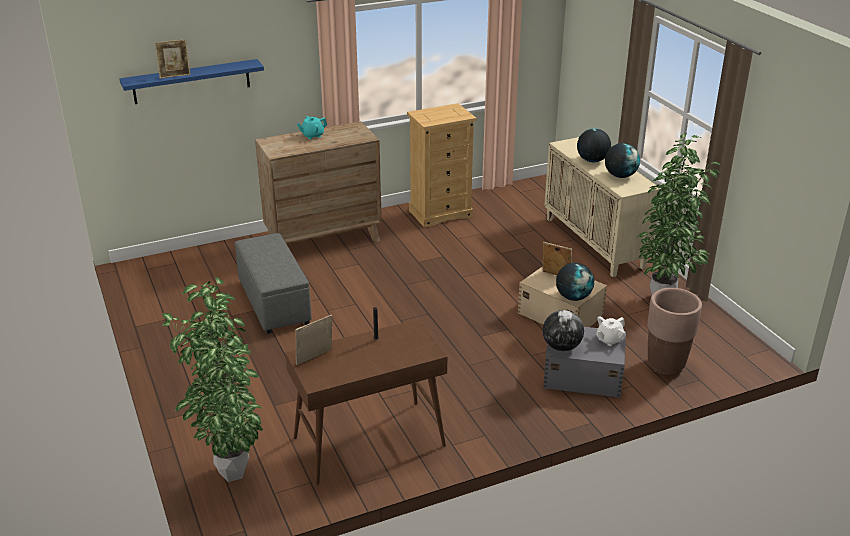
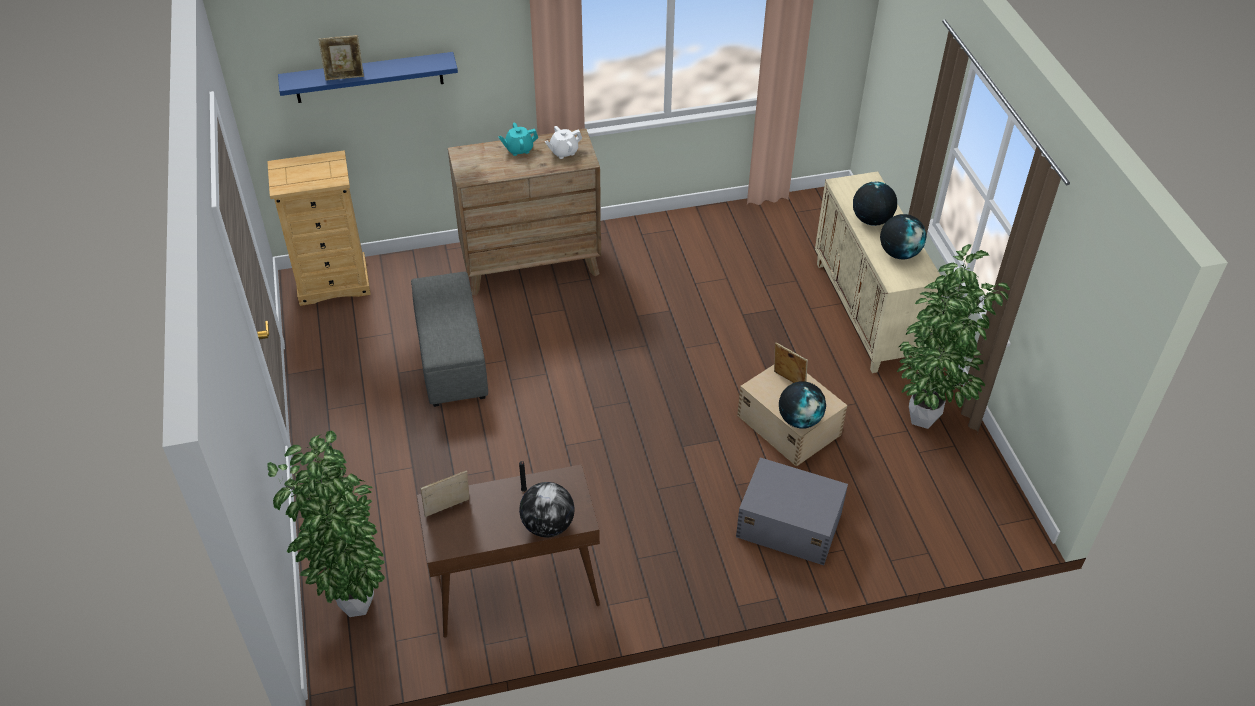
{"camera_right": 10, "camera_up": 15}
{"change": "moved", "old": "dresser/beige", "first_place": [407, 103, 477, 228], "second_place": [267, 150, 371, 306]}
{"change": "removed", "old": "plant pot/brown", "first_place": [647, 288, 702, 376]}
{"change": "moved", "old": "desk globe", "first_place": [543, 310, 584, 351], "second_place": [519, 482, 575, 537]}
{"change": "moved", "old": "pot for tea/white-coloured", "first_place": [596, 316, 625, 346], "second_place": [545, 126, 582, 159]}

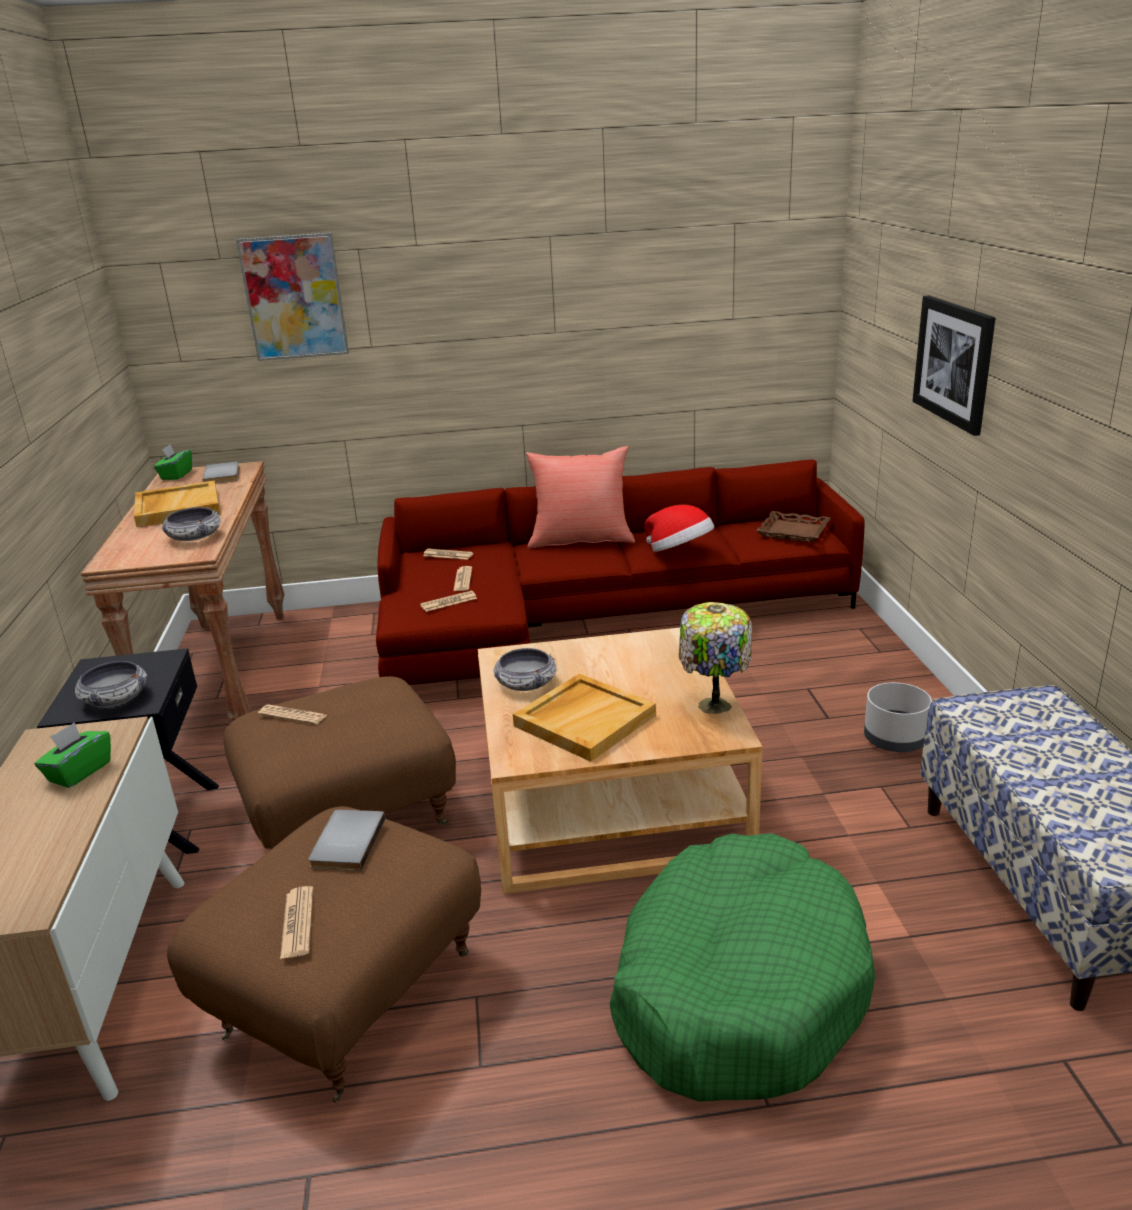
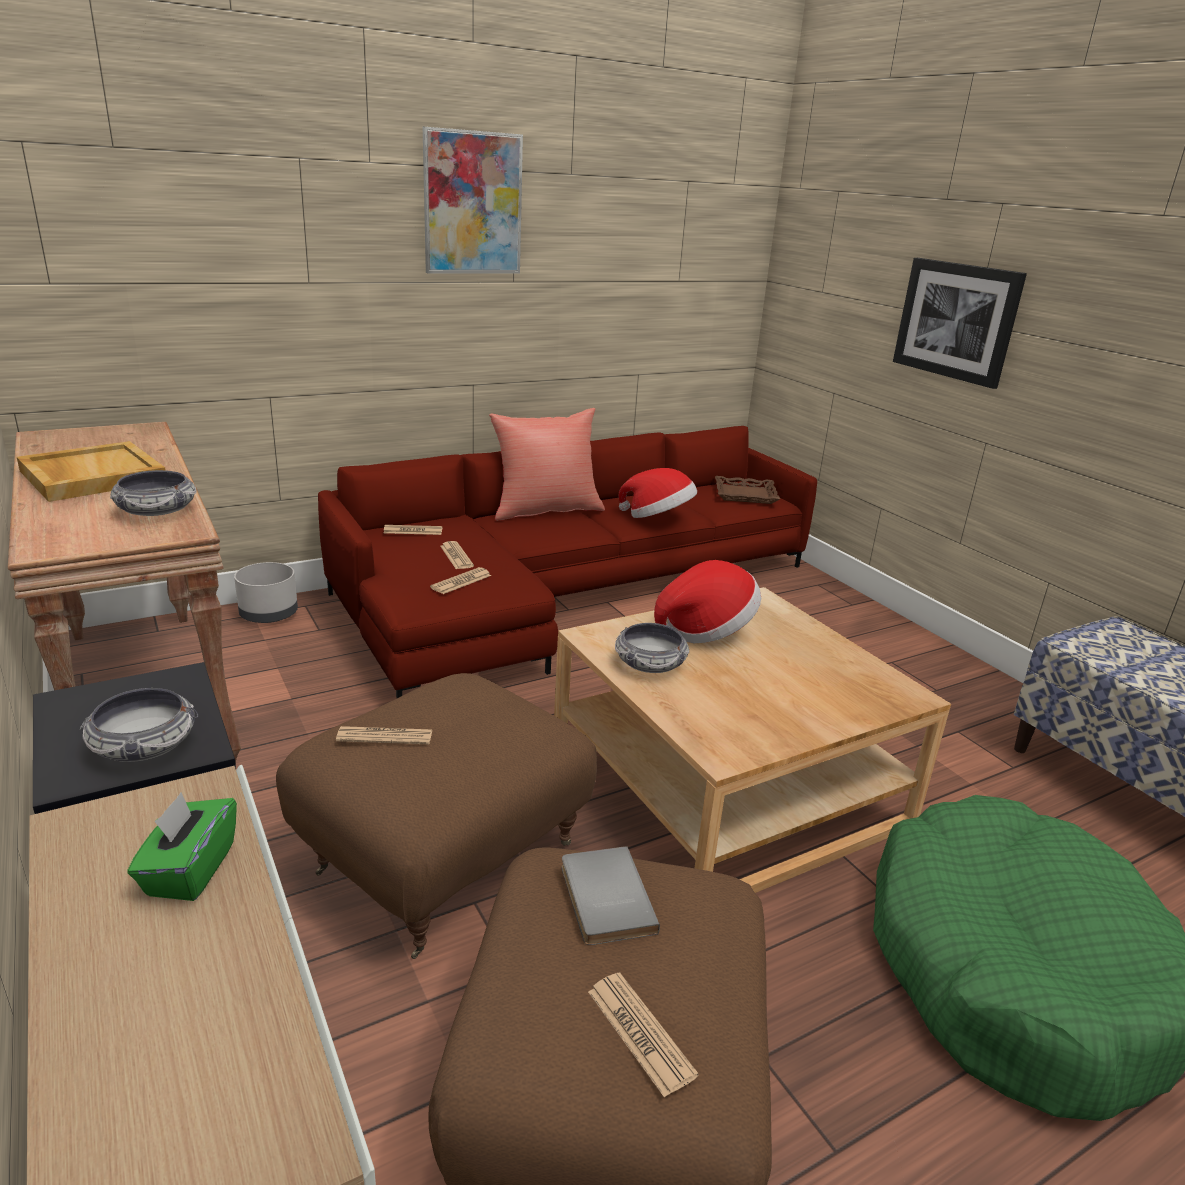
{"camera_right": -25, "camera_up": 0}
{"change": "moved", "old": "wall picture", "first_place": [236, 233, 349, 361], "second_place": [423, 127, 523, 274]}
{"change": "removed", "old": "tissue box/green", "first_place": [154, 444, 192, 480]}
{"change": "removed", "old": "volume/greyish", "first_place": [203, 461, 240, 484]}
{"change": "removed", "old": "lamp for a table", "first_place": [679, 602, 752, 714]}
{"change": "removed", "old": "tray/beige", "first_place": [513, 673, 656, 762]}
{"change": "moved", "old": "plant pot/greyish", "first_place": [864, 682, 932, 752], "second_place": [234, 562, 298, 623]}
{"change": "added", "new": "wearable hat", "second_place": [654, 560, 761, 643]}

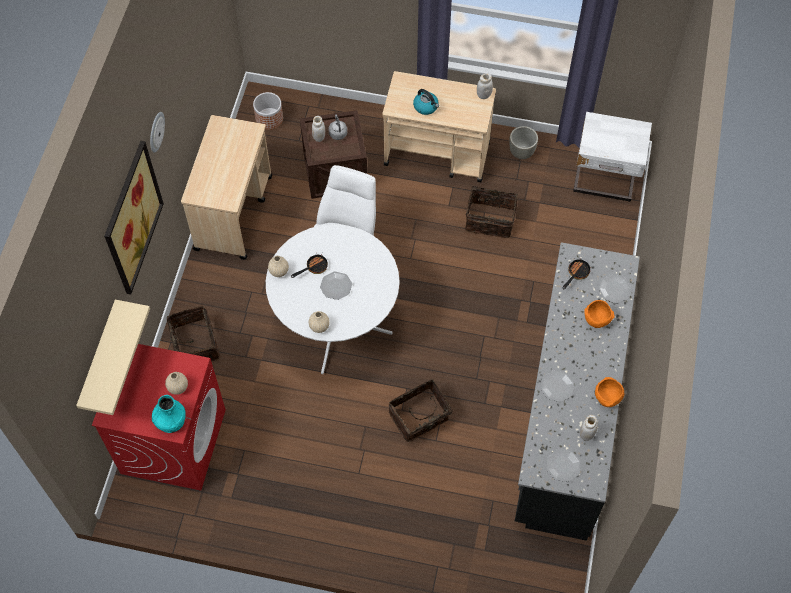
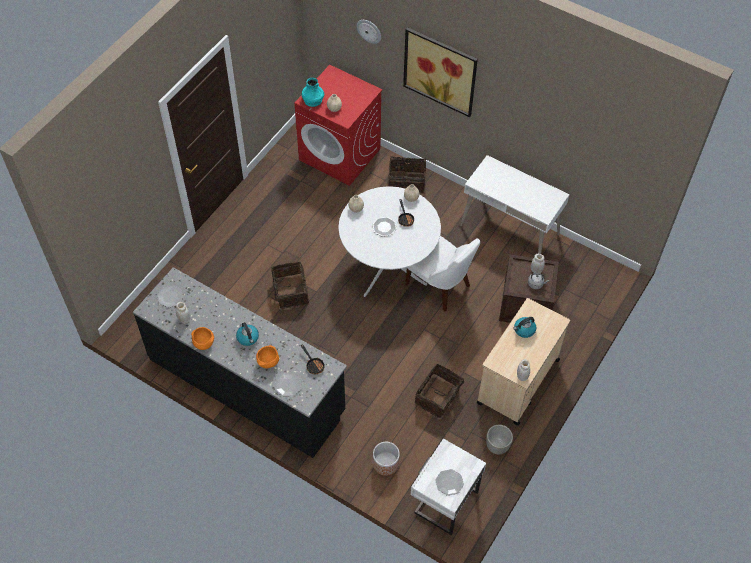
{"camera_right": 110, "camera_up": -5}
{"change": "moved", "old": "plant pot", "first_place": [253, 92, 283, 130], "second_place": [373, 442, 400, 476]}
{"change": "moved", "old": "hanging clock", "first_place": [150, 112, 165, 153], "second_place": [357, 20, 381, 44]}
{"change": "replaced", "old": "trolley/beige", "new": "desk table/white-coloured", "first_place": [181, 115, 272, 260], "second_place": [460, 155, 570, 254]}
{"change": "removed", "old": "shelf/beige", "first_place": [76, 300, 150, 415]}
{"change": "moved", "old": "flat dish", "first_place": [540, 371, 575, 402], "second_place": [435, 469, 464, 496]}
{"change": "added", "new": "kettle", "second_place": [236, 322, 259, 346]}

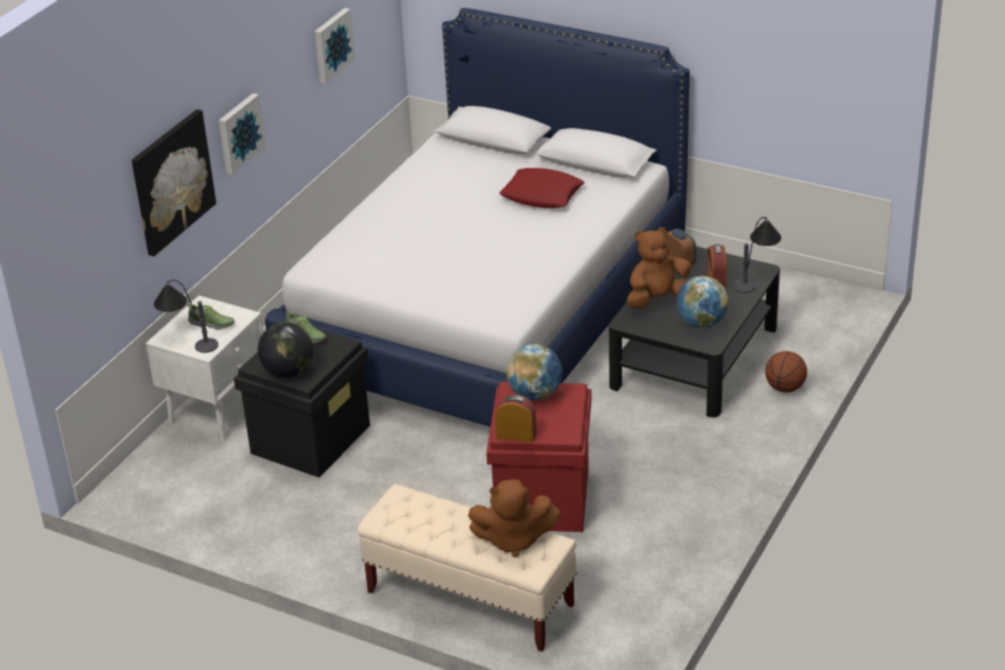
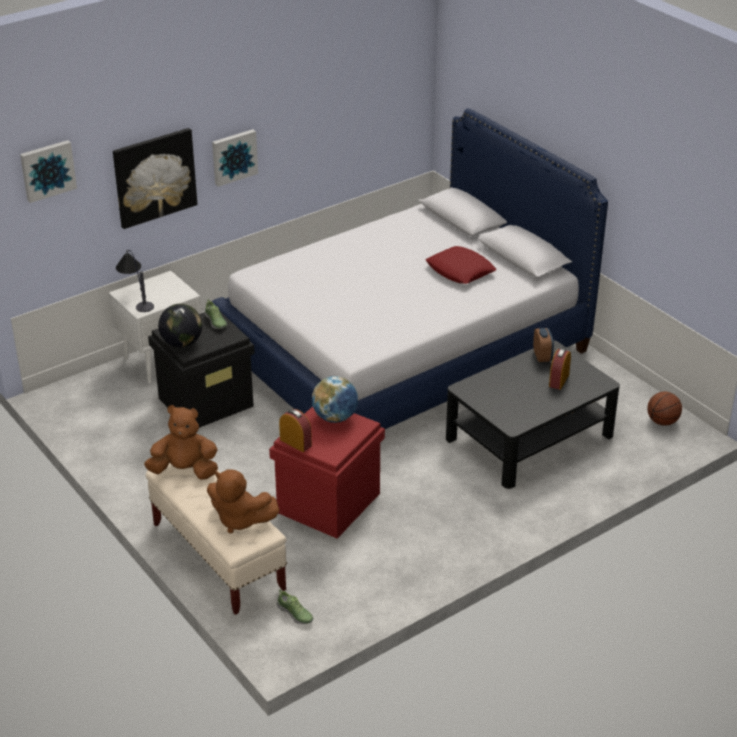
{"camera_right": 25, "camera_up": 0}
{"change": "moved", "old": "wall picture", "first_place": [315, 8, 355, 84], "second_place": [20, 140, 77, 203]}
{"change": "removed", "old": "lamp for a table", "first_place": [734, 217, 781, 293]}
{"change": "moved", "old": "cuddly toy/brown", "first_place": [627, 227, 691, 308], "second_place": [144, 405, 218, 480]}
{"change": "removed", "old": "desk globe", "first_place": [676, 276, 729, 328]}
{"change": "moved", "old": "shoe", "first_place": [187, 304, 235, 330], "second_place": [277, 589, 313, 624]}
{"change": "moved", "old": "ball for basketball", "first_place": [765, 351, 807, 393], "second_place": [647, 392, 682, 426]}

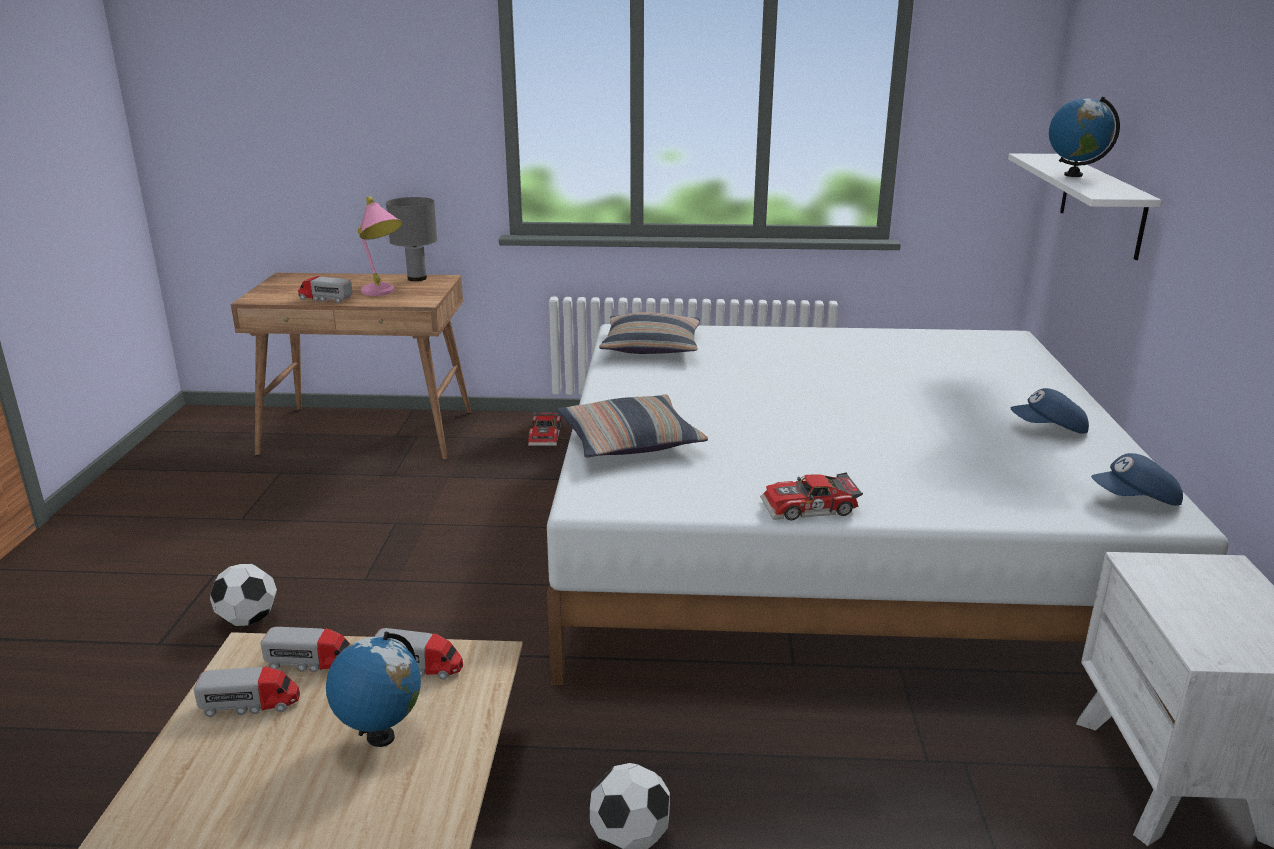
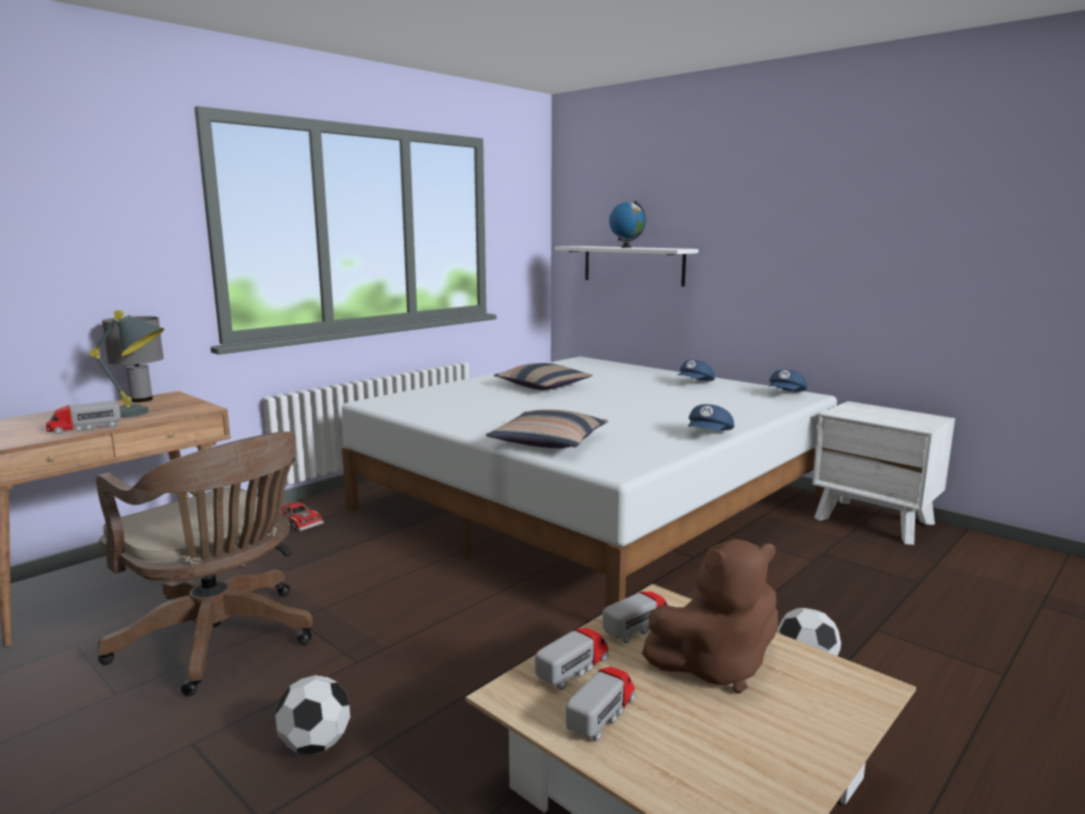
{"camera_right": -50, "camera_up": -10}
{"change": "recoloured", "old": "lamp for a table/pink", "new": "lamp for a table/greyish", "first_place": [358, 196, 403, 296], "second_place": [90, 310, 164, 418]}
{"change": "moved", "old": "cushion", "first_place": [599, 312, 700, 354], "second_place": [494, 363, 593, 390]}
{"change": "replaced", "old": "toy car", "new": "cap/blue-coloured", "first_place": [760, 472, 863, 520], "second_place": [688, 404, 734, 431]}
{"change": "replaced", "old": "desk globe", "new": "cuddly toy/brown", "first_place": [326, 632, 421, 747], "second_place": [642, 539, 778, 693]}
{"change": "added", "new": "computer chair/brown", "second_place": [96, 432, 313, 696]}

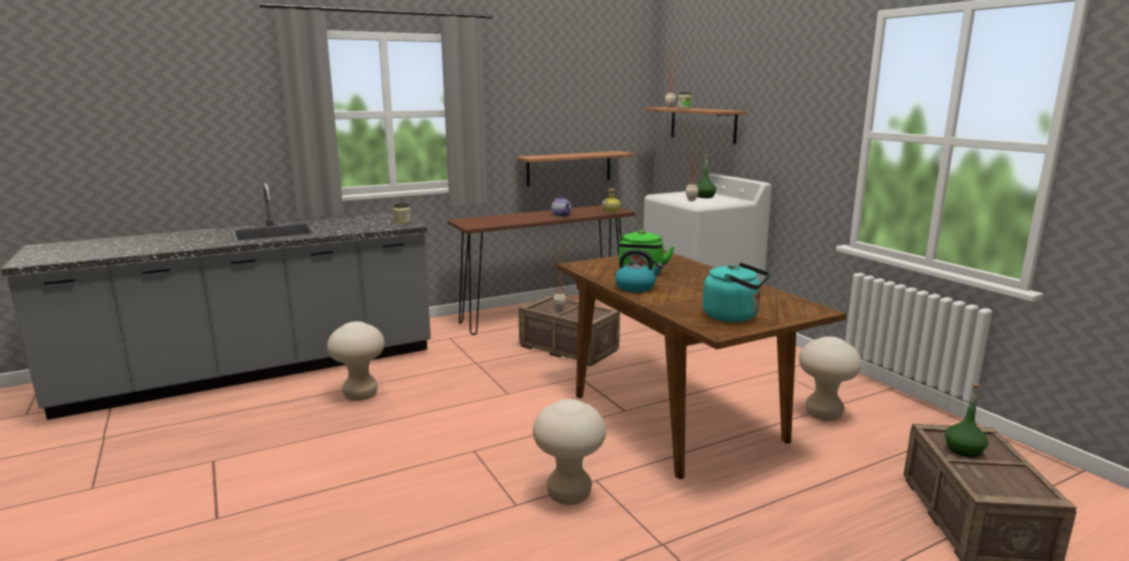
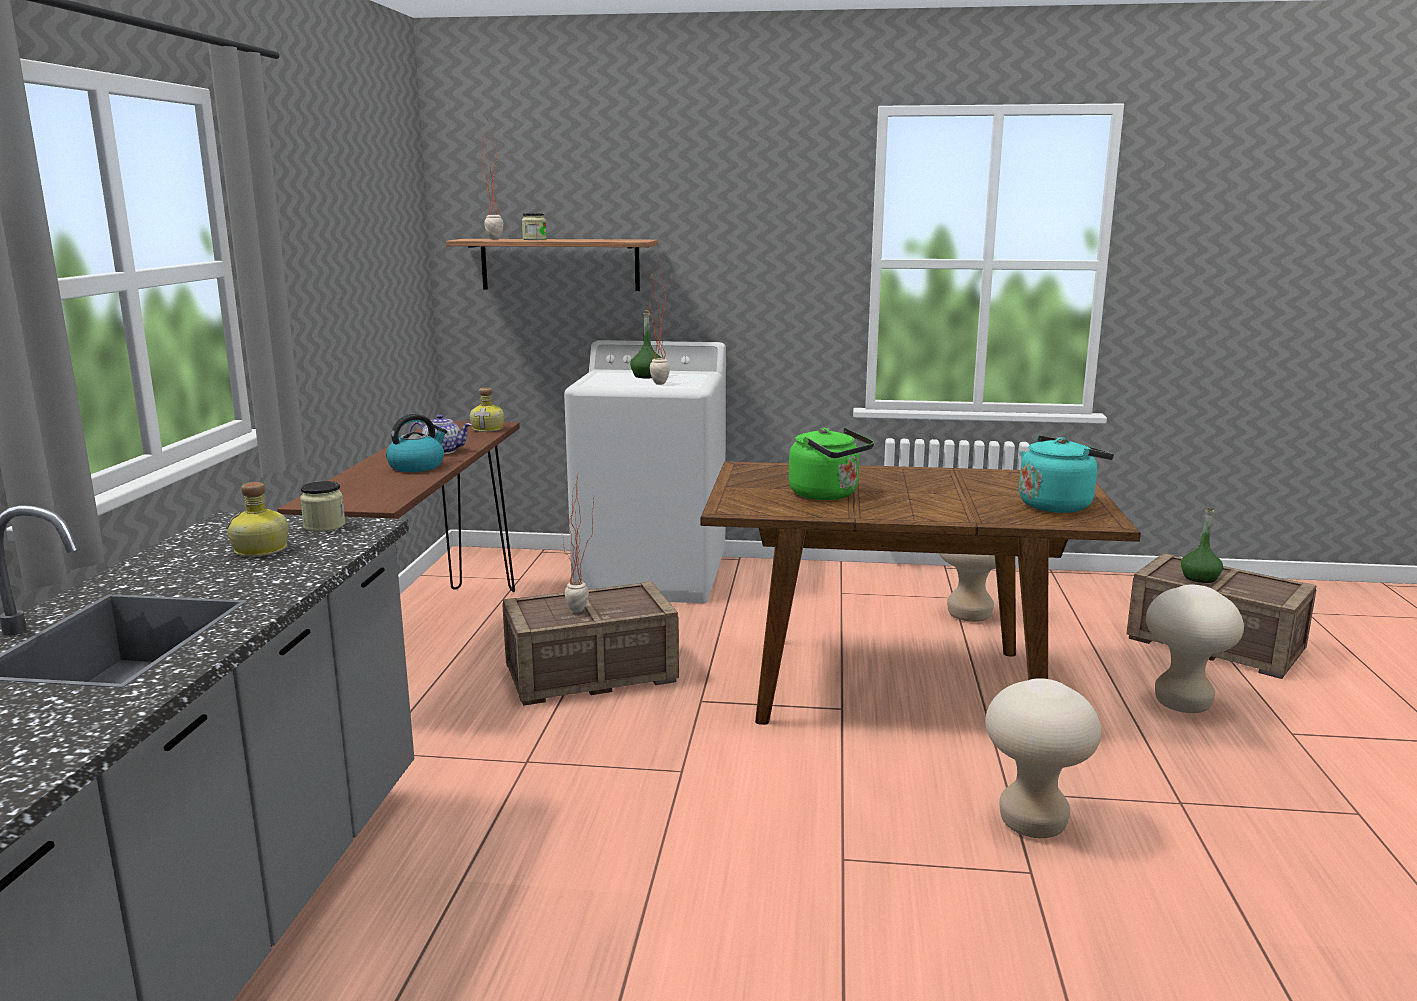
{"camera_right": -55, "camera_up": 0}
{"change": "removed", "old": "shelf", "first_place": [516, 151, 634, 186]}
{"change": "moved", "old": "kettle", "first_place": [615, 249, 663, 292], "second_place": [386, 414, 447, 472]}
{"change": "moved", "old": "stool/beige", "first_place": [327, 321, 385, 401], "second_place": [1146, 585, 1244, 713]}
{"change": "added", "new": "beverage bottle", "second_place": [227, 482, 289, 557]}

